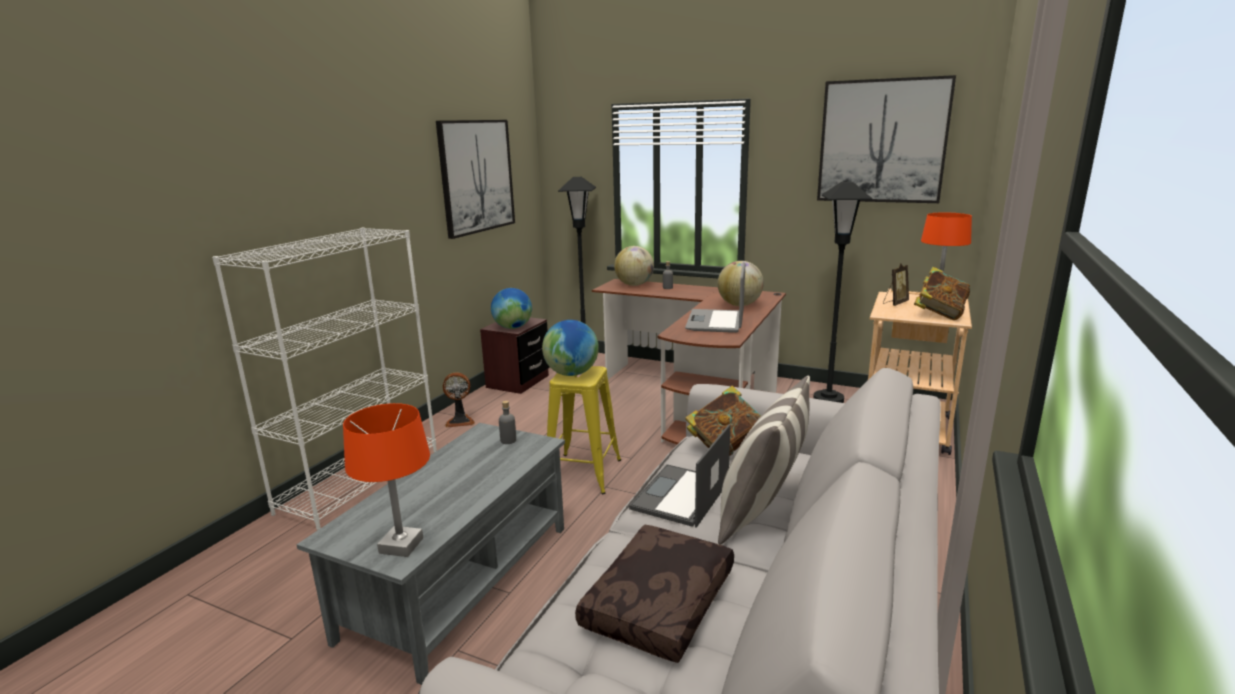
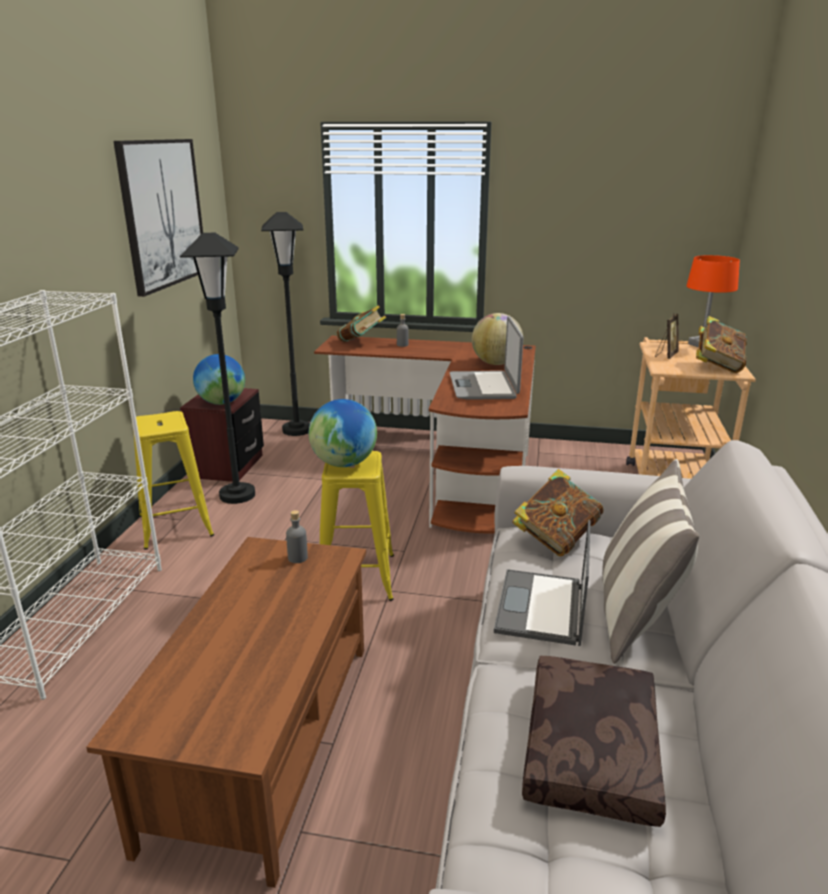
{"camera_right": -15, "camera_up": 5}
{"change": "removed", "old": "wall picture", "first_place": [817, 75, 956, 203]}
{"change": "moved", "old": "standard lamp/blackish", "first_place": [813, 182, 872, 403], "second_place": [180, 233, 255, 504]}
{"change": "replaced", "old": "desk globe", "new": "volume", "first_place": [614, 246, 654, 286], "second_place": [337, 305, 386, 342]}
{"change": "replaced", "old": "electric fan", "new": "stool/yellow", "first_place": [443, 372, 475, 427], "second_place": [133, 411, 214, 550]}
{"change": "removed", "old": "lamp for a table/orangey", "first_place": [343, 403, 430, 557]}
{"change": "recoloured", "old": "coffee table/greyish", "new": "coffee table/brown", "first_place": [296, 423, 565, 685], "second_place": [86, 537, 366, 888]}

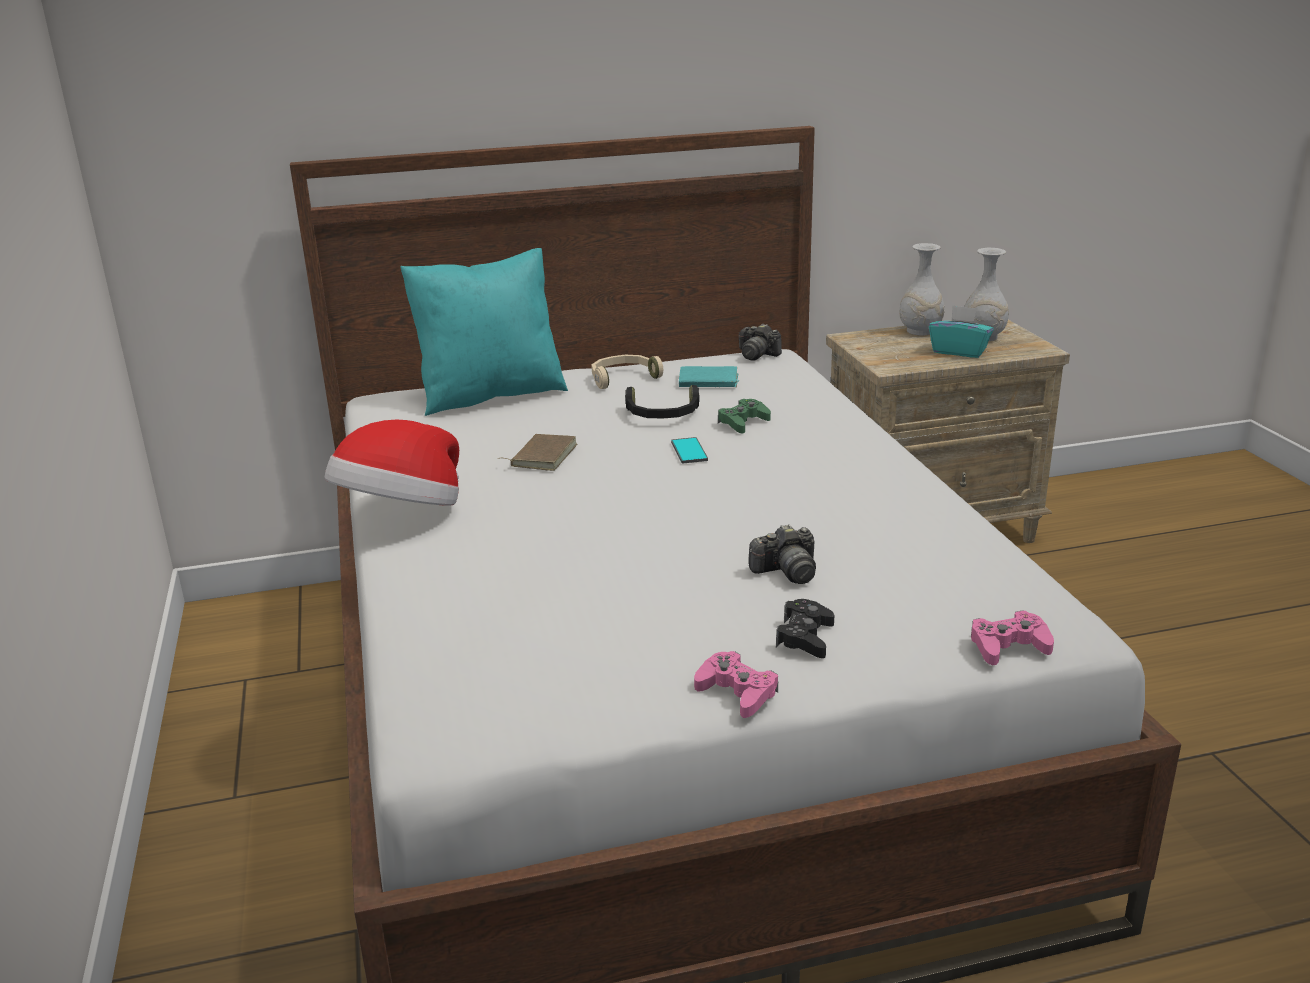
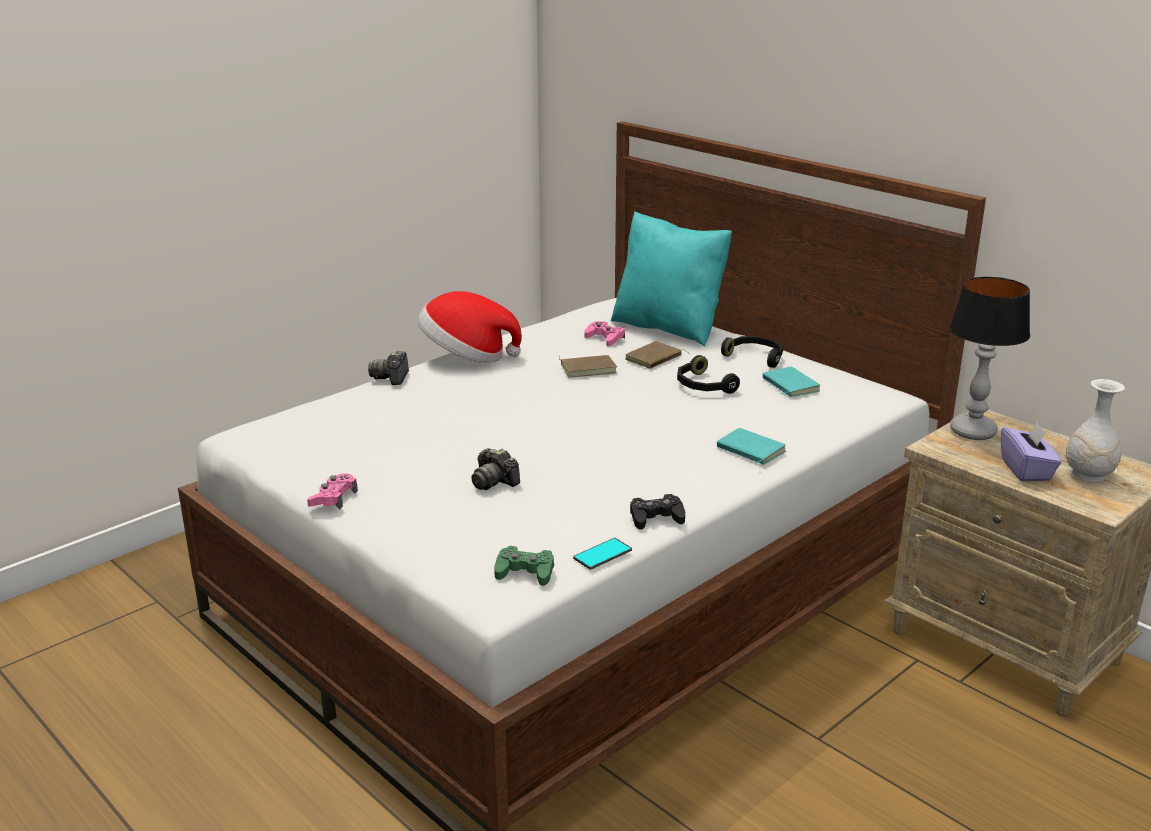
{"camera_right": 60, "camera_up": 0}
{"change": "removed", "old": "flower vase/white-coloured", "first_place": [899, 243, 945, 335]}
{"change": "recoloured", "old": "tissue box/turquoise-coloured", "new": "tissue box/purplish", "first_place": [929, 305, 994, 358], "second_place": [1001, 421, 1061, 482]}
{"change": "moved", "old": "photo camera", "first_place": [739, 324, 782, 361], "second_place": [368, 351, 409, 385]}
{"change": "recoloured", "old": "headphones/beige", "new": "headphones/blackish", "first_place": [591, 355, 663, 389], "second_place": [721, 336, 783, 368]}
{"change": "moved", "old": "joypad/green", "first_place": [718, 399, 771, 434], "second_place": [494, 546, 554, 586]}
{"change": "moved", "old": "telephone", "first_place": [671, 437, 708, 463], "second_place": [573, 538, 632, 570]}
{"change": "moved", "old": "joypad/blackish", "first_place": [776, 599, 834, 658], "second_place": [630, 494, 685, 529]}
{"change": "moved", "old": "joypad/pink", "first_place": [971, 610, 1054, 665], "second_place": [584, 321, 625, 346]}
{"change": "added", "new": "lamp for a table", "second_place": [949, 277, 1030, 440]}
{"change": "added", "new": "volume/brown", "second_place": [625, 341, 689, 369]}
{"change": "added", "new": "volume/turquoise-coloured", "second_place": [717, 428, 786, 465]}

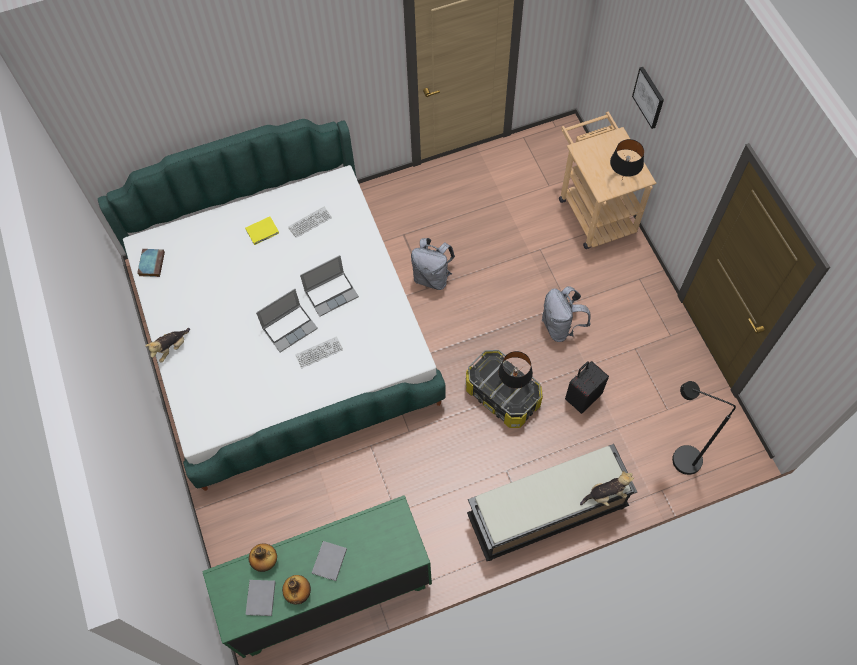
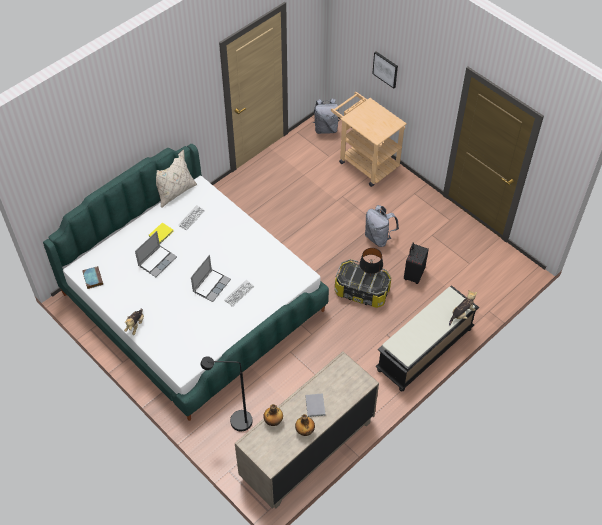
{"camera_right": -25, "camera_up": -10}
{"change": "removed", "old": "lamp for a table/blackish", "first_place": [610, 139, 644, 179]}
{"change": "moved", "old": "knapsack/greyish", "first_place": [411, 238, 455, 290], "second_place": [313, 98, 339, 134]}
{"change": "moved", "old": "notebook computer", "first_place": [300, 255, 359, 317], "second_place": [135, 231, 177, 277]}
{"change": "moved", "old": "standard lamp/blackish", "first_place": [672, 381, 736, 475], "second_place": [200, 356, 253, 431]}
{"change": "recoloured", "old": "dresser/green", "new": "dresser/beige", "first_place": [202, 495, 432, 658], "second_place": [235, 351, 379, 509]}
{"change": "removed", "old": "volume/greyish", "first_place": [246, 580, 276, 616]}
{"change": "added", "new": "cushion/beige", "second_place": [156, 150, 197, 208]}

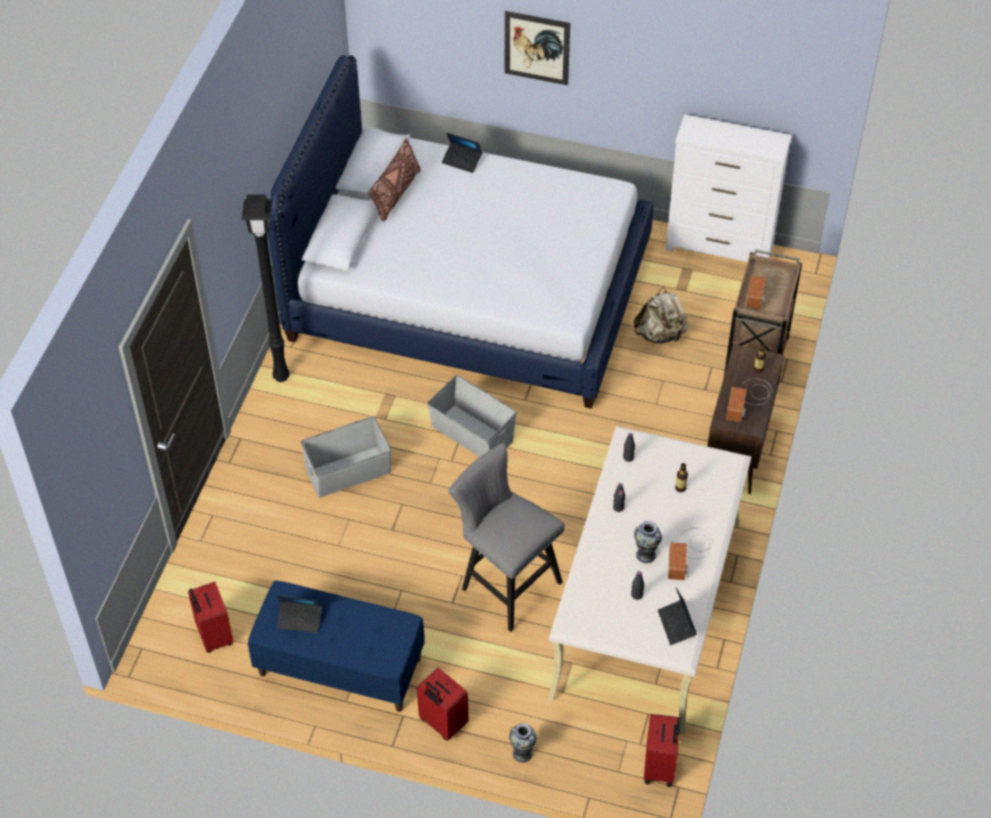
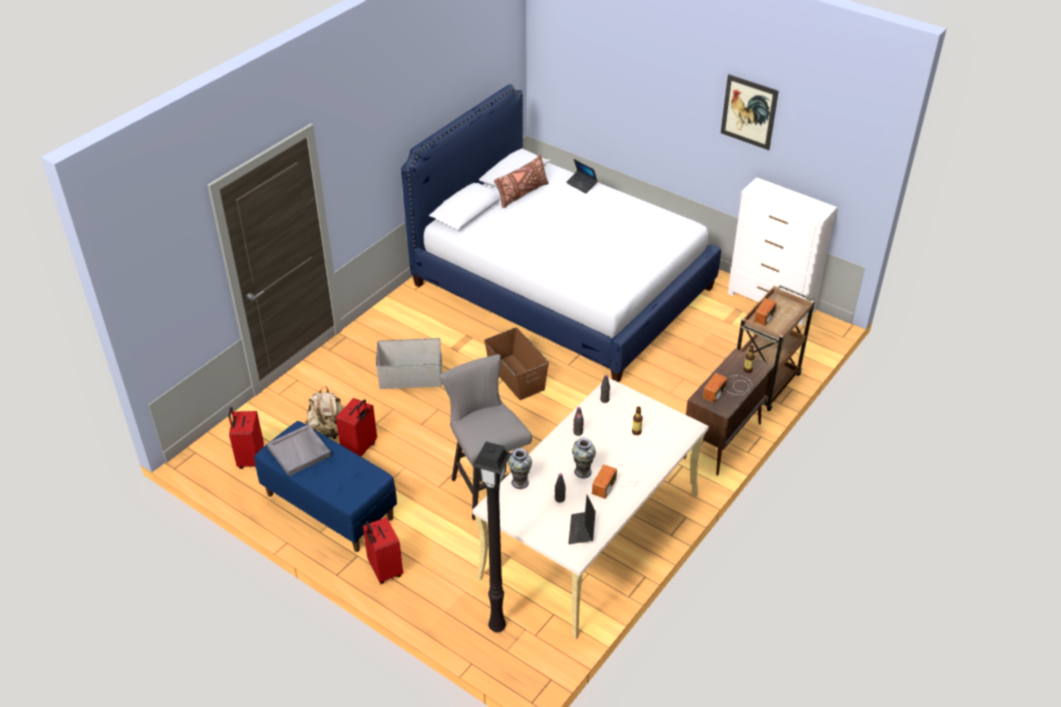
{"camera_right": 20, "camera_up": -10}
{"change": "moved", "old": "wall picture", "first_place": [505, 11, 570, 85], "second_place": [721, 74, 779, 150]}
{"change": "moved", "old": "standard lamp/blackish", "first_place": [242, 195, 290, 382], "second_place": [473, 441, 512, 633]}
{"change": "moved", "old": "knapsack/beige", "first_place": [634, 287, 688, 344], "second_place": [305, 386, 344, 440]}
{"change": "recoloured", "old": "storage bin/greyish", "new": "storage bin/brown", "first_place": [427, 375, 517, 457], "second_place": [484, 327, 549, 400]}
{"change": "replaced", "old": "notebook computer", "new": "tray/greyish", "first_place": [277, 596, 322, 633], "second_place": [267, 424, 331, 476]}
{"change": "moved", "old": "suitcase/reddish", "first_place": [644, 714, 680, 787], "second_place": [336, 398, 377, 457]}
{"change": "moved", "old": "flower vase", "first_place": [509, 723, 537, 762], "second_place": [508, 448, 532, 489]}

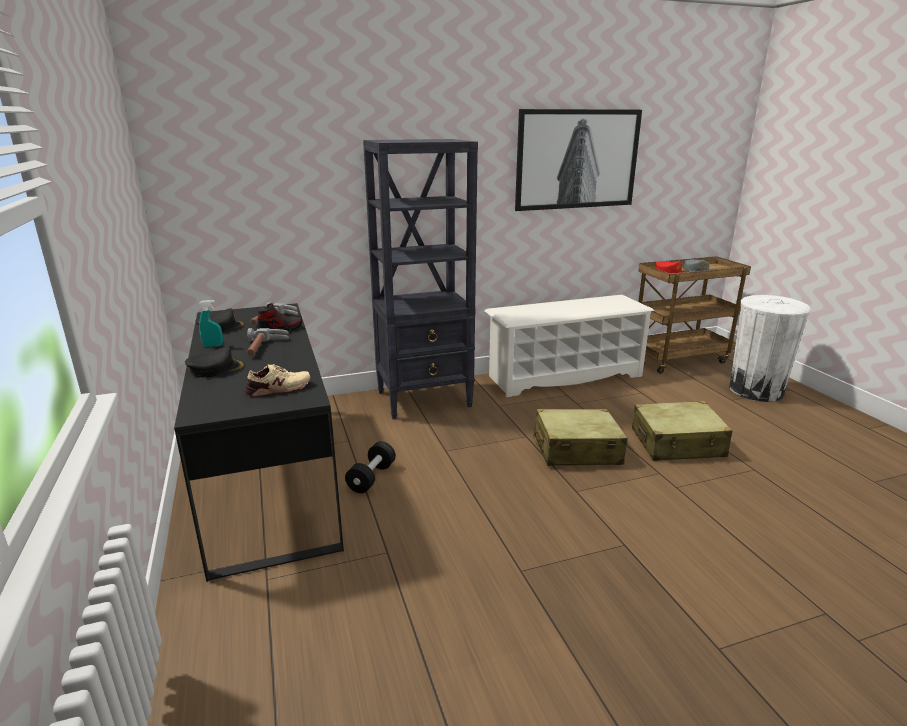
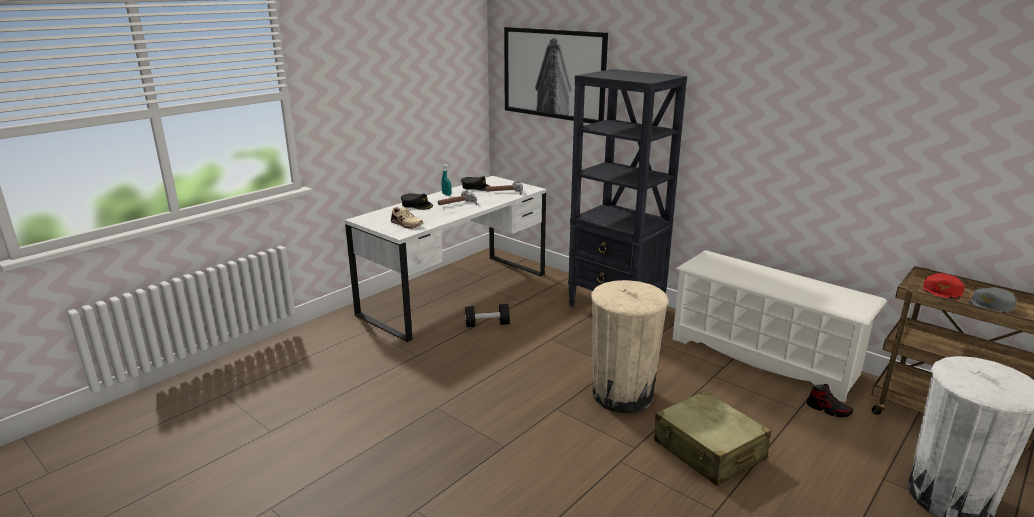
{"camera_right": 60, "camera_up": 0}
{"change": "moved", "old": "wall picture", "first_place": [515, 109, 642, 211], "second_place": [504, 27, 608, 124]}
{"change": "recoloured", "old": "desk table/blackish", "new": "desk table/white-coloured", "first_place": [174, 303, 344, 582], "second_place": [345, 176, 546, 342]}
{"change": "moved", "old": "shoe", "first_place": [257, 303, 302, 332], "second_place": [807, 384, 853, 417]}
{"change": "replaced", "old": "suitcase/beige", "new": "trash can/beige", "first_place": [533, 409, 628, 466], "second_place": [591, 280, 669, 413]}

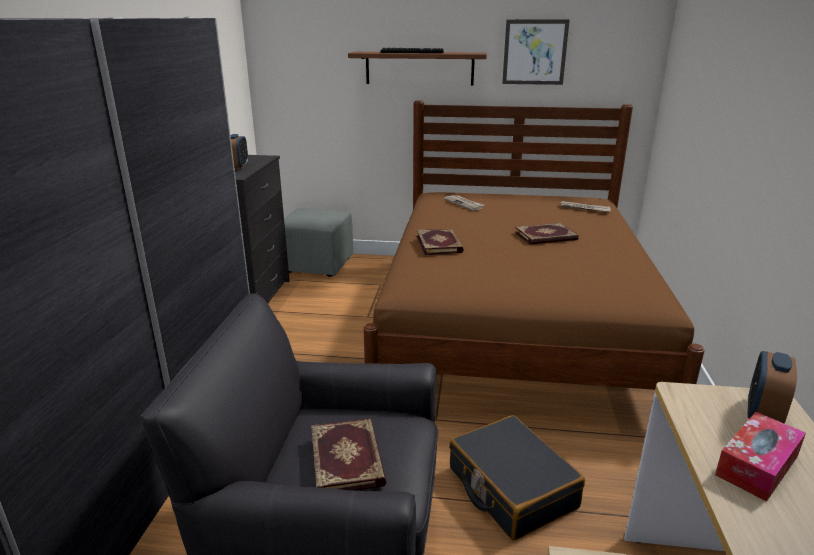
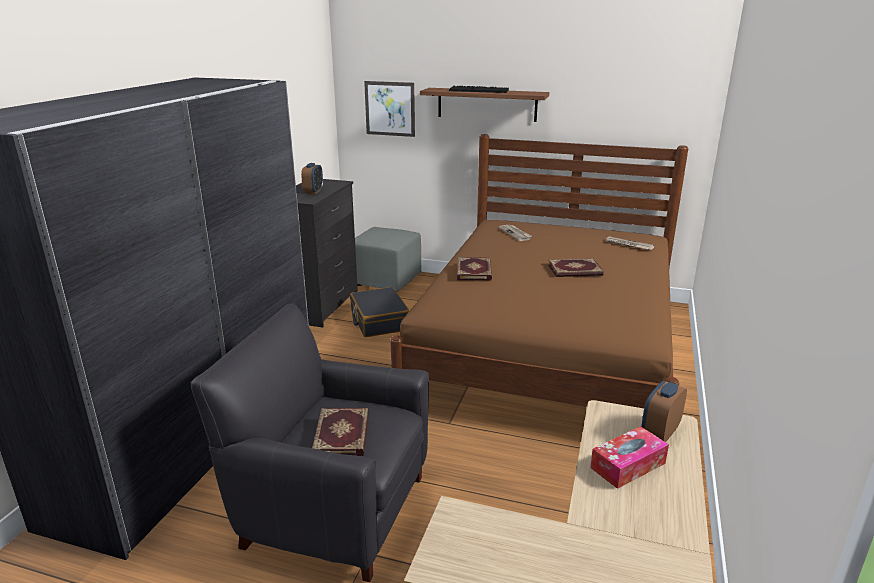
{"camera_right": 10, "camera_up": 0}
{"change": "moved", "old": "wall picture", "first_place": [502, 19, 570, 85], "second_place": [364, 81, 415, 137]}
{"change": "moved", "old": "suitcase/blackish", "first_place": [449, 415, 585, 541], "second_place": [350, 287, 410, 337]}

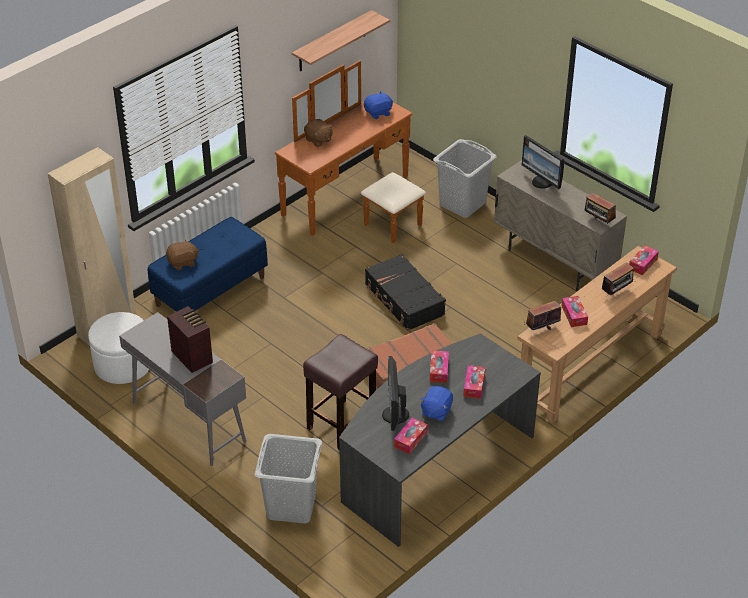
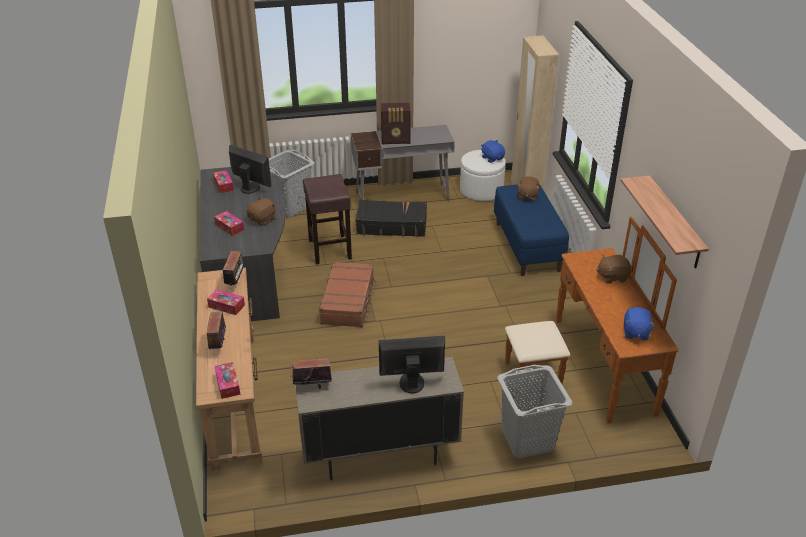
{"camera_right": 125, "camera_up": -5}
{"change": "moved", "old": "suitcase/blackish", "first_place": [365, 254, 446, 331], "second_place": [356, 200, 427, 237]}
{"change": "replaced", "old": "tissue box", "new": "cuddly toy/brown", "first_place": [430, 351, 449, 383], "second_place": [247, 198, 276, 226]}
{"change": "moved", "old": "cuddly toy/blue-coloured", "first_place": [420, 386, 453, 421], "second_place": [481, 140, 505, 163]}

